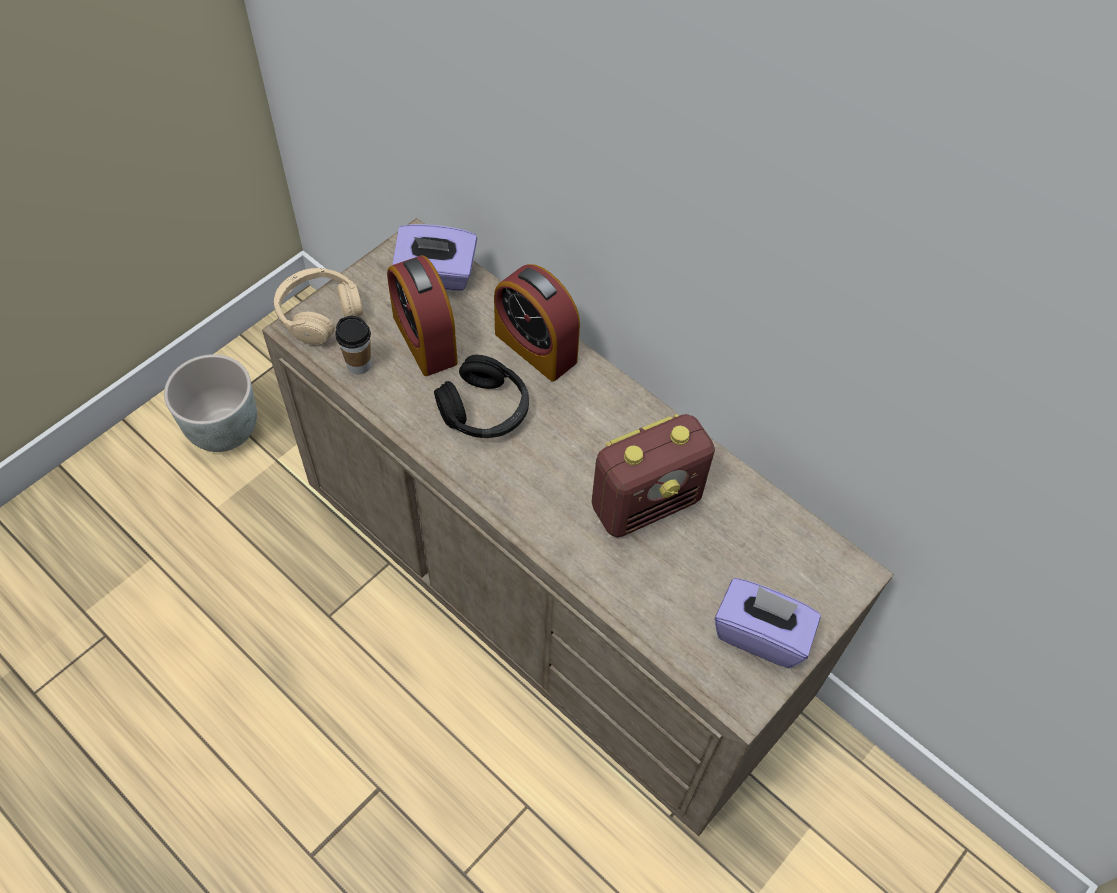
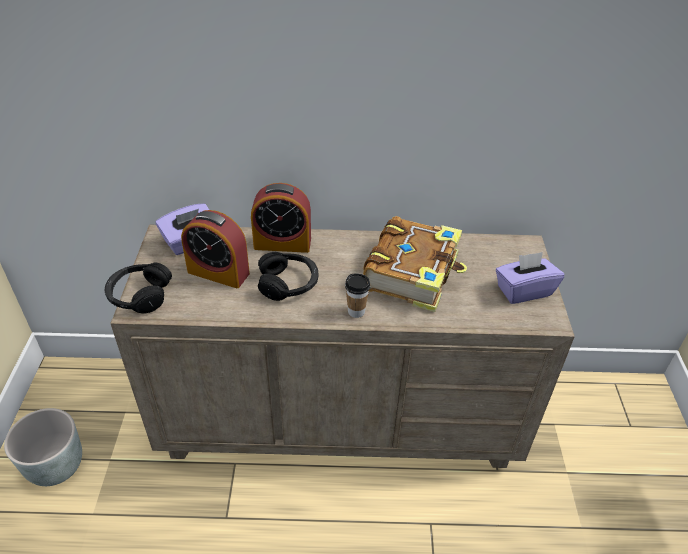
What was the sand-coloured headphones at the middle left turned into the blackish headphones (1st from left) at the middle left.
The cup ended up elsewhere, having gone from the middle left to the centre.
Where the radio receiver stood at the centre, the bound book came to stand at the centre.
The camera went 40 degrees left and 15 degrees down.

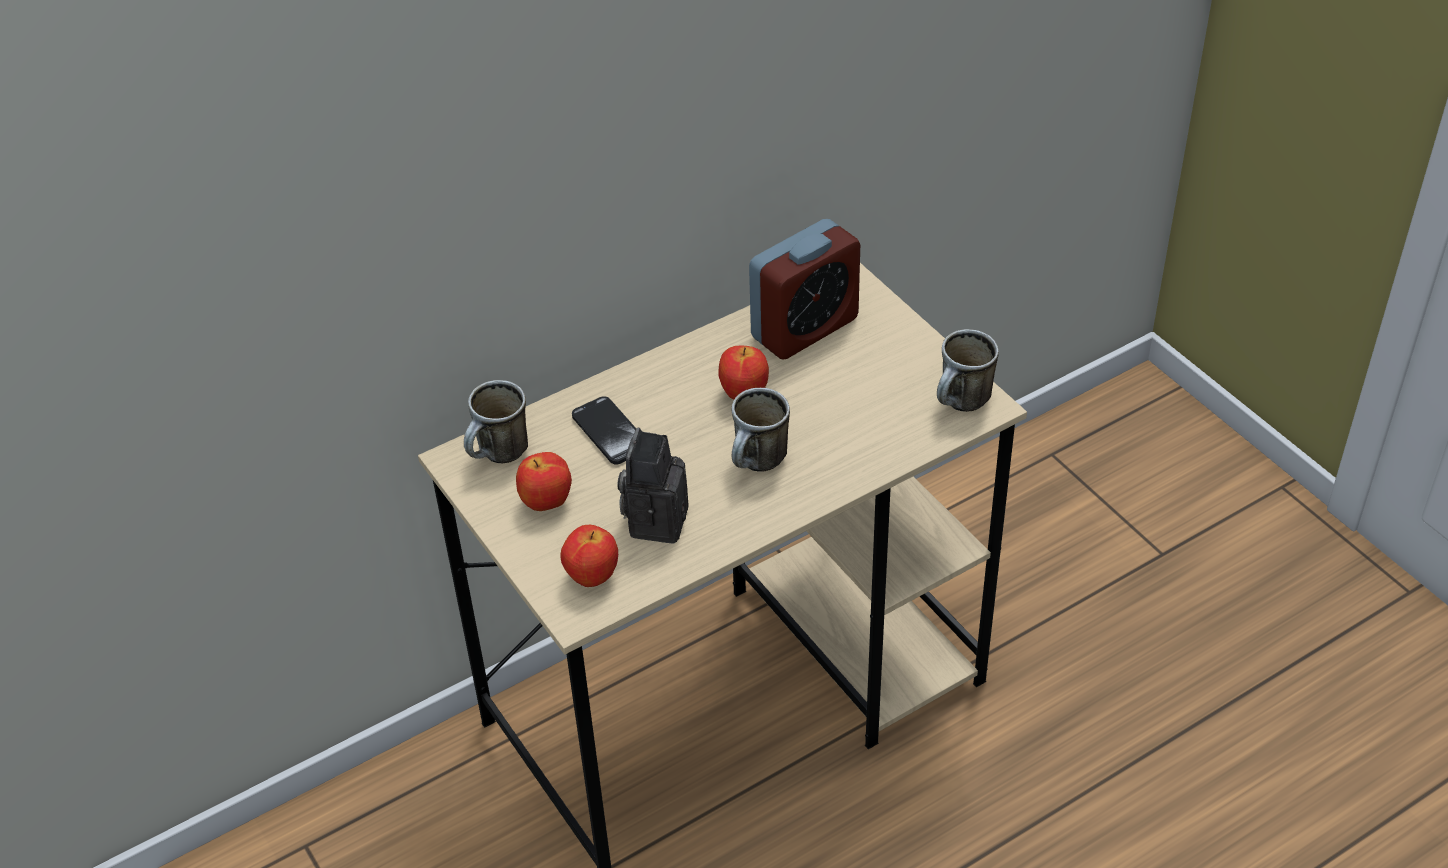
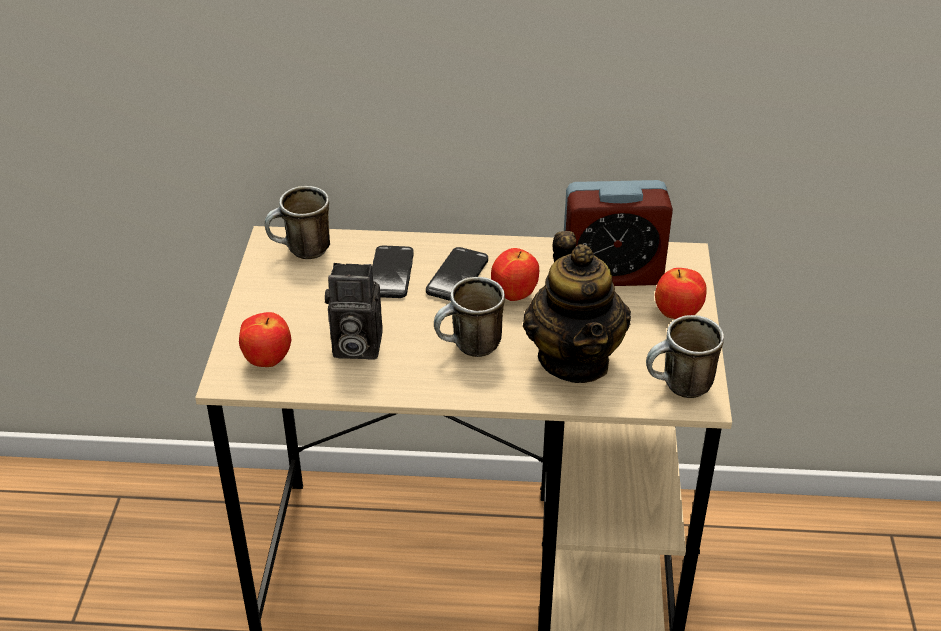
The photo camera at the centre ended up facing another way, 135 degrees counterclockwise from before.
The apple (1st from left in the first image) ended up elsewhere, having gone from the centre to the middle right.
The second view gained the tea pot at the centre.
The second view gained the handset (2nd from left) at the centre.
The camera went 35 degrees right and 5 degrees down.

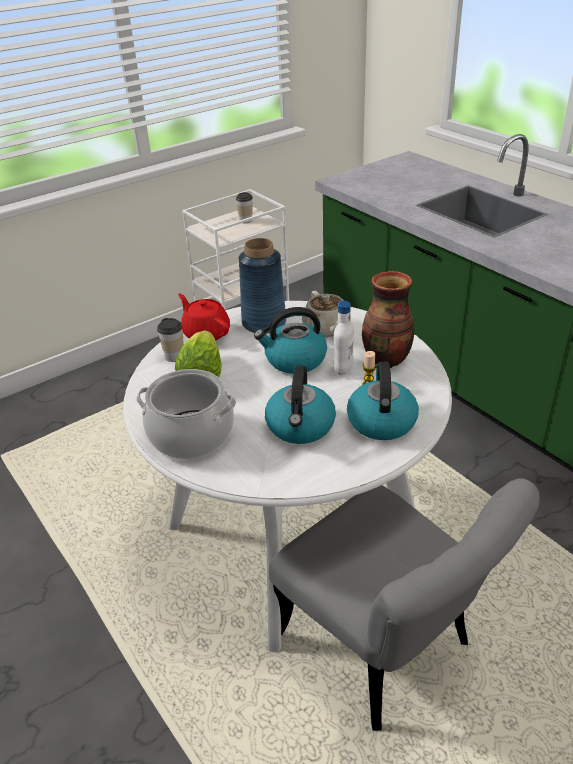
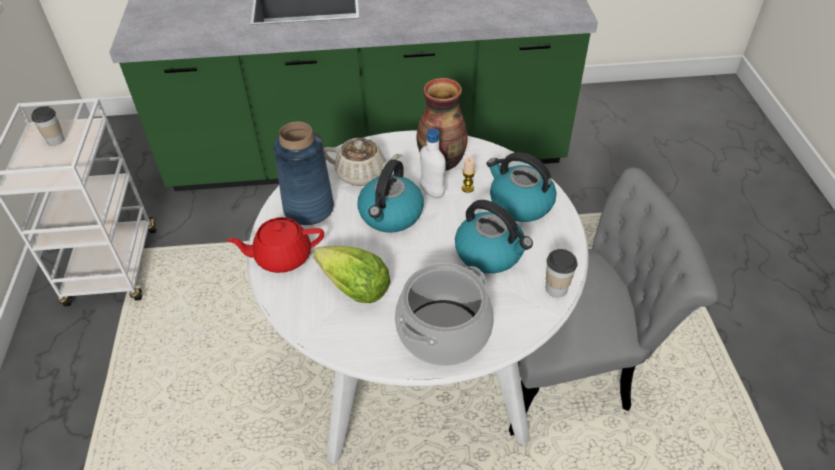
The cup (1st from left in the first image) ended up elsewhere, having gone from the middle left to the middle right.
The camera went 60 degrees left and 10 degrees up.

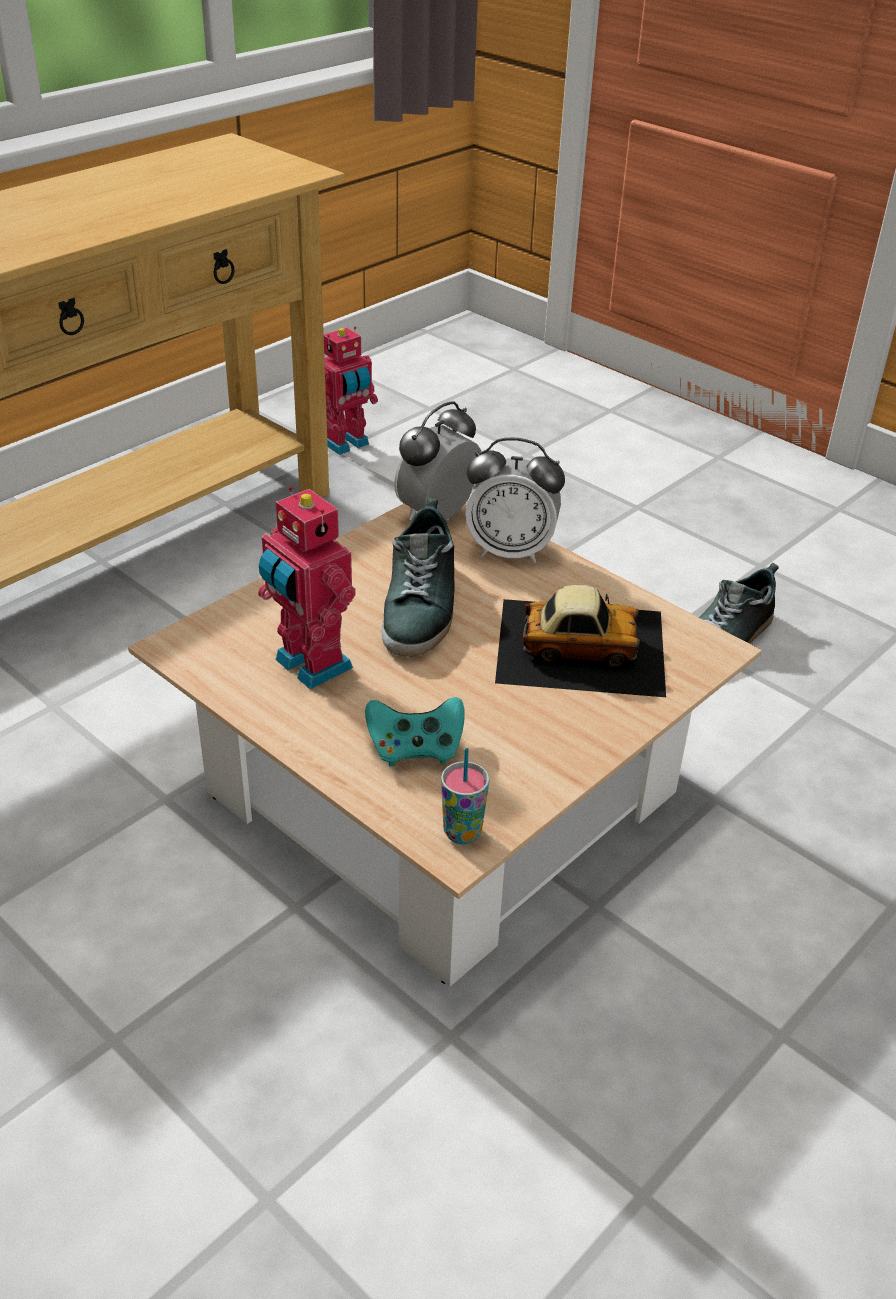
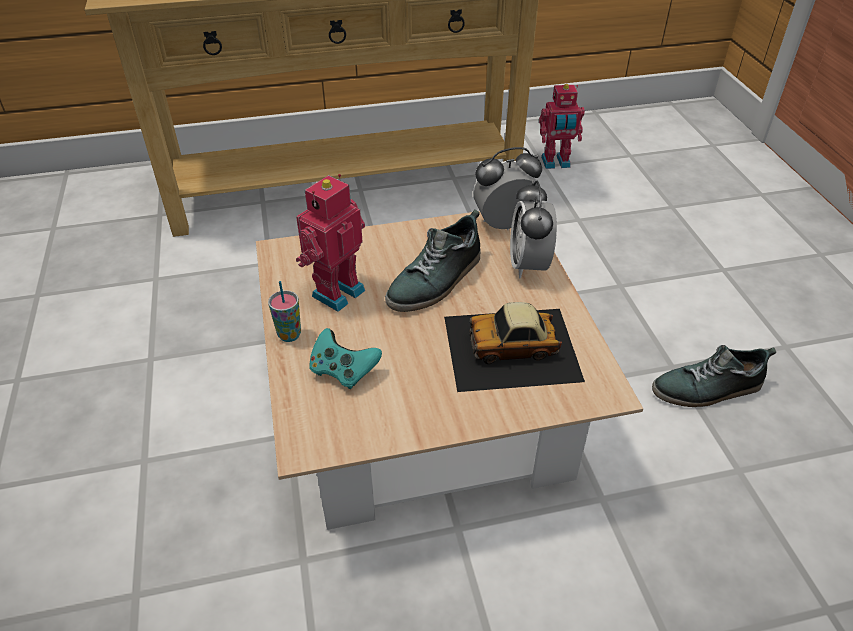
The bedside clock (2nd from left) at the centre ended up facing another way, 45 degrees clockwise from before.
The toy robot (1st from left) at the centre ended up facing another way, 45 degrees clockwise from before.
The miniature car at the centre ended up facing another way, 135 degrees clockwise from before.
The cup ended up elsewhere, having gone from the centre to the middle left.
The camera went 35 degrees right and 5 degrees up.

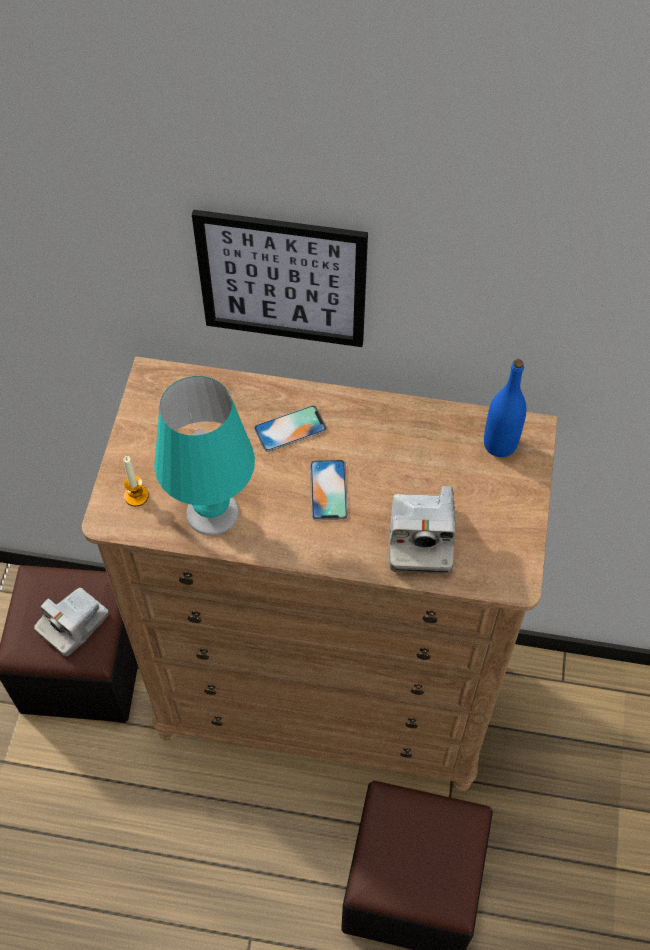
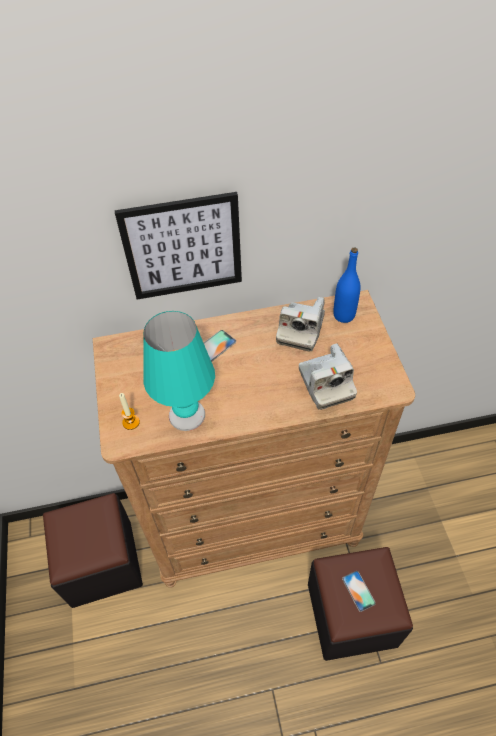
The handset (2nd from left) ended up elsewhere, having gone from the centre to the bottom right.
The photo camera (1st from left) ended up elsewhere, having gone from the middle left to the centre.
The camera went 20 degrees left and 5 degrees down.

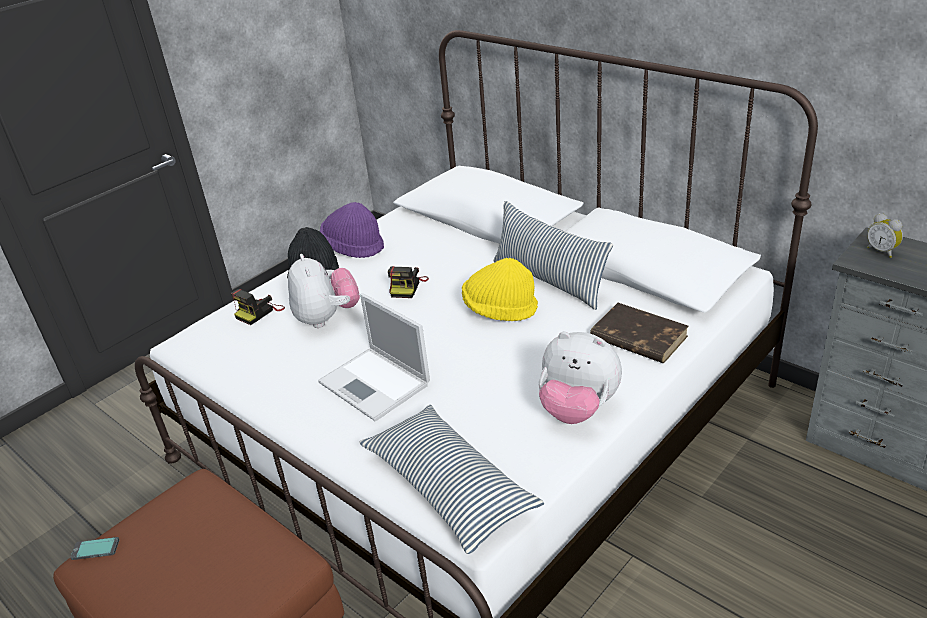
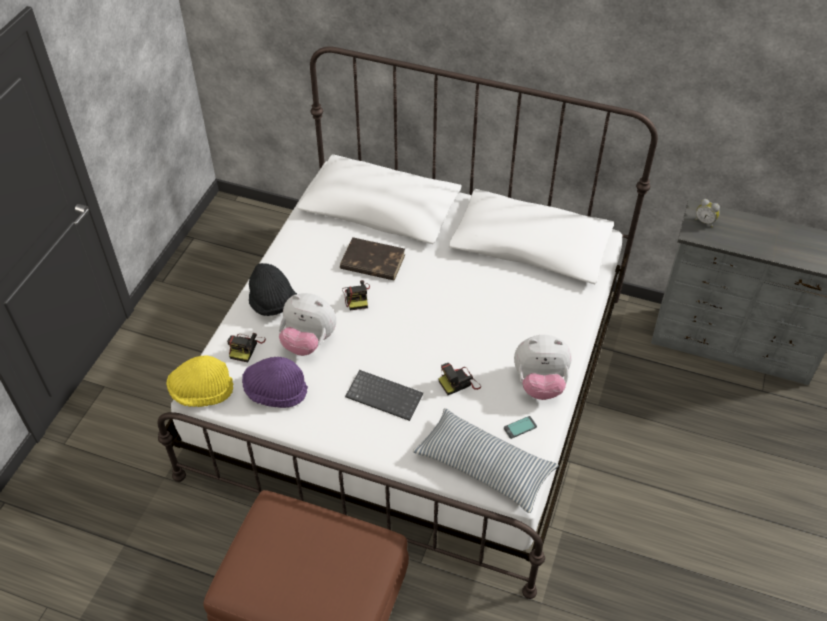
The second view lost the cushion (2nd from left) at the centre.
The purplish clothing hat ended up elsewhere, having gone from the centre to the middle left.
The soft toy (1st from left) at the centre ended up facing another way, 150 degrees clockwise from before.
The yellow clothing hat ended up elsewhere, having gone from the centre to the middle left.
Where the notebook computer stood at the centre, the computer keyboard came to stand at the centre.
The brown-coloured bound book ended up elsewhere, having gone from the middle right to the centre.
The handset ended up elsewhere, having gone from the bottom left to the bottom centre.
The second view gained the photo camera (3rd from left) at the centre.
The camera went 25 degrees left and 15 degrees up.

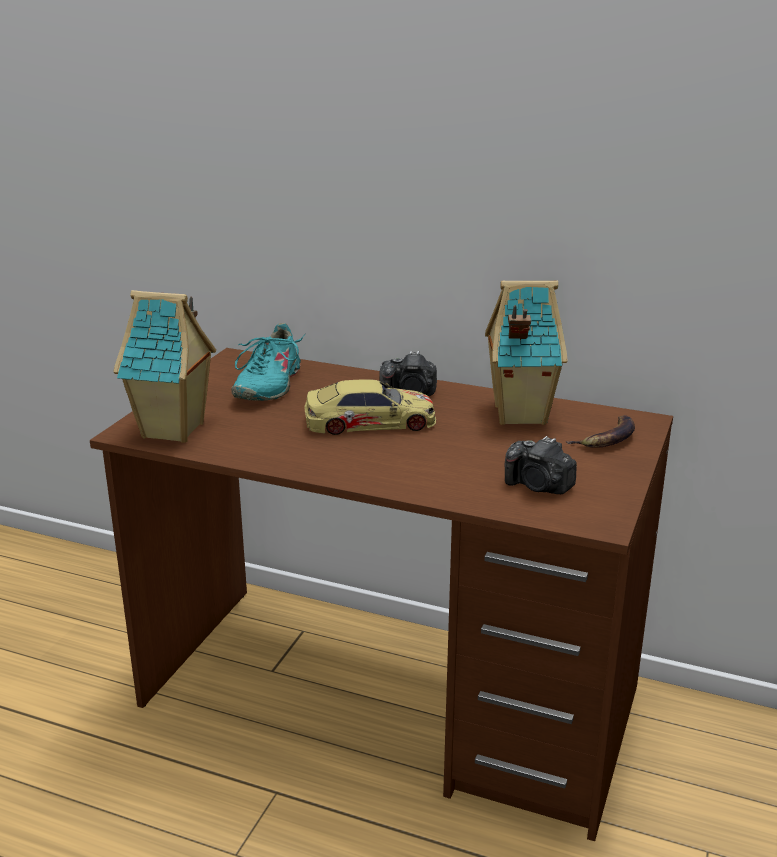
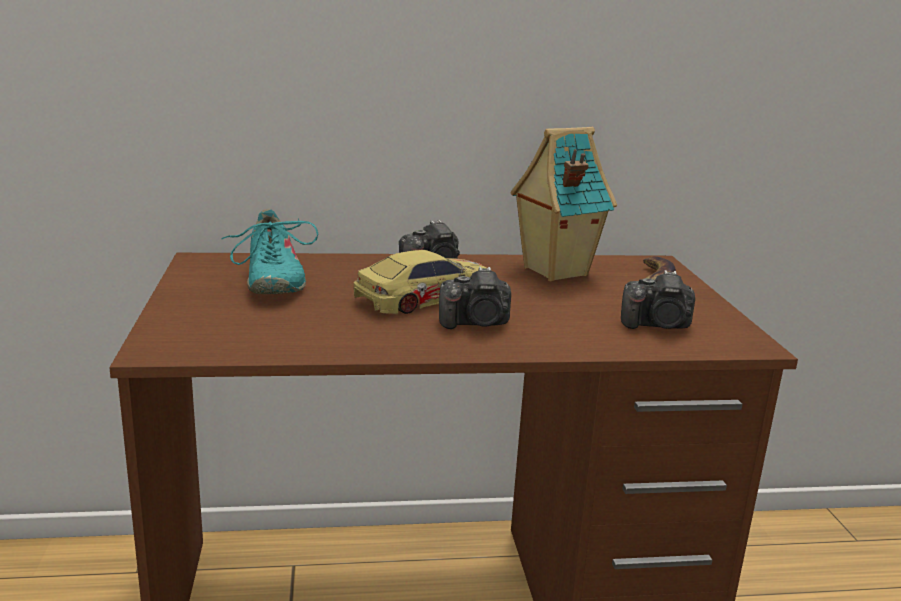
The second view lost the toy house (1st from left) at the middle left.
The second view gained the photo camera (2nd from left) at the centre.
The camera went 30 degrees left and 5 degrees down.

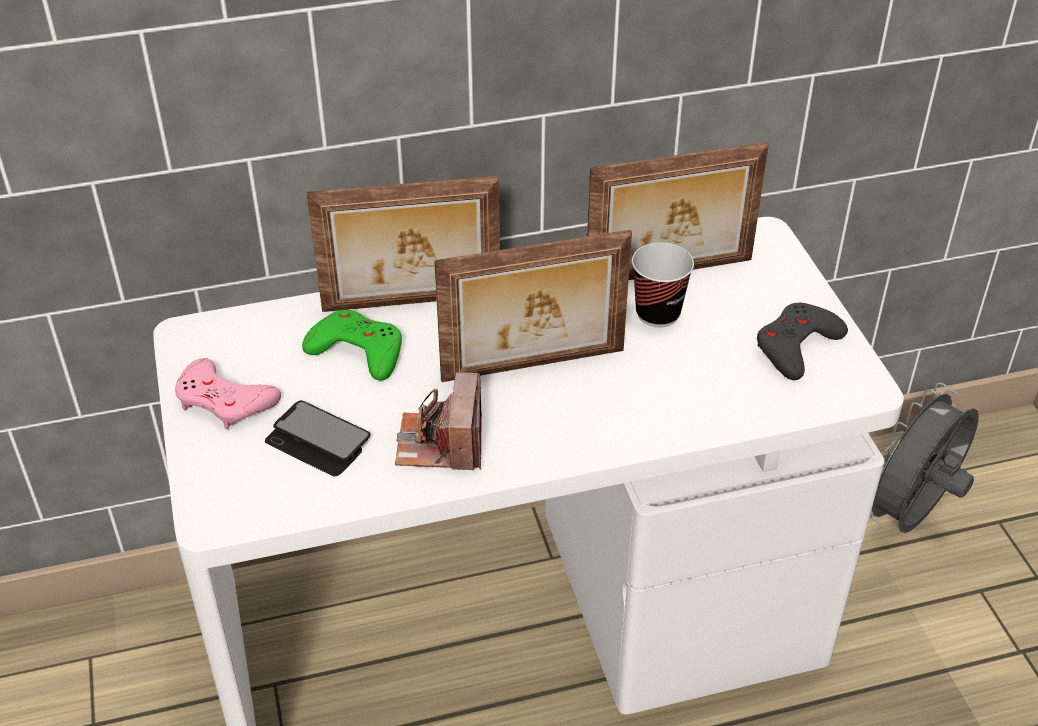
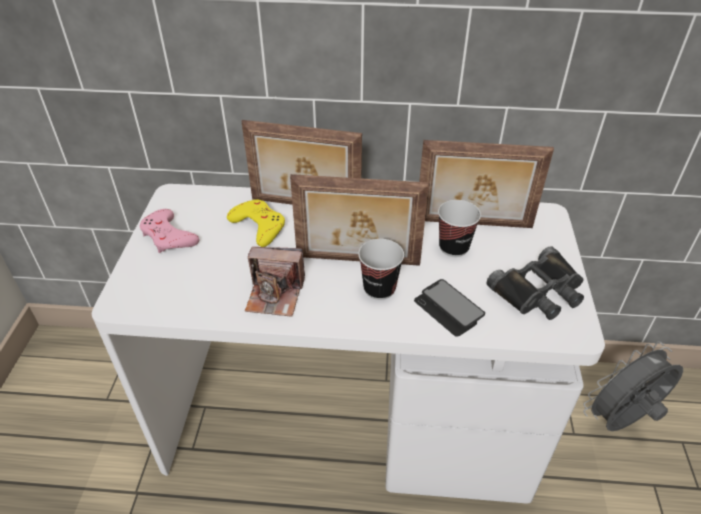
Where the grey gamepad stood at the middle right, the blackish field glasses came to stand at the middle right.
What was the greenish gamepad at the centre turned into the yellow gamepad at the centre.
The photo camera at the centre ended up facing another way, 105 degrees counterclockwise from before.
The handset ended up elsewhere, having gone from the middle left to the centre.
The second view gained the cup (1st from left) at the centre.
The camera went 20 degrees right and 0 degrees up.

